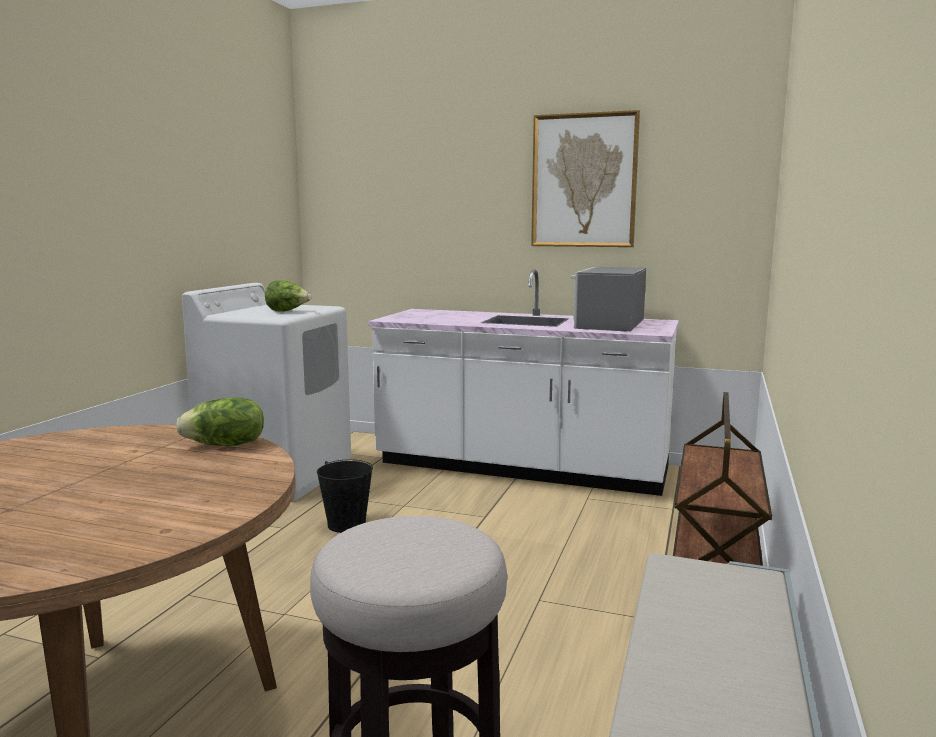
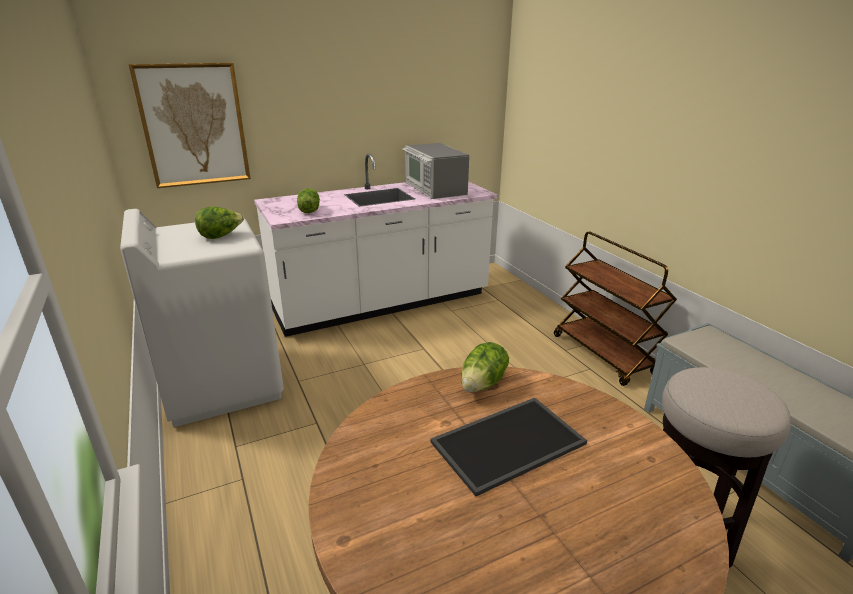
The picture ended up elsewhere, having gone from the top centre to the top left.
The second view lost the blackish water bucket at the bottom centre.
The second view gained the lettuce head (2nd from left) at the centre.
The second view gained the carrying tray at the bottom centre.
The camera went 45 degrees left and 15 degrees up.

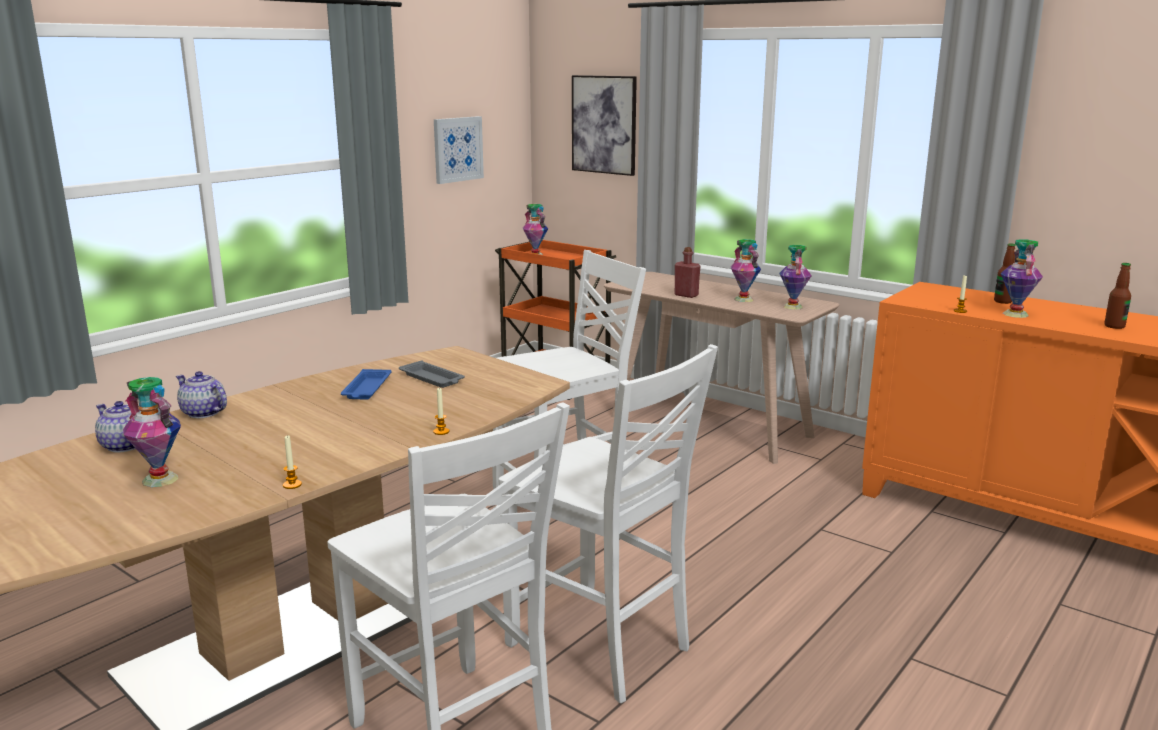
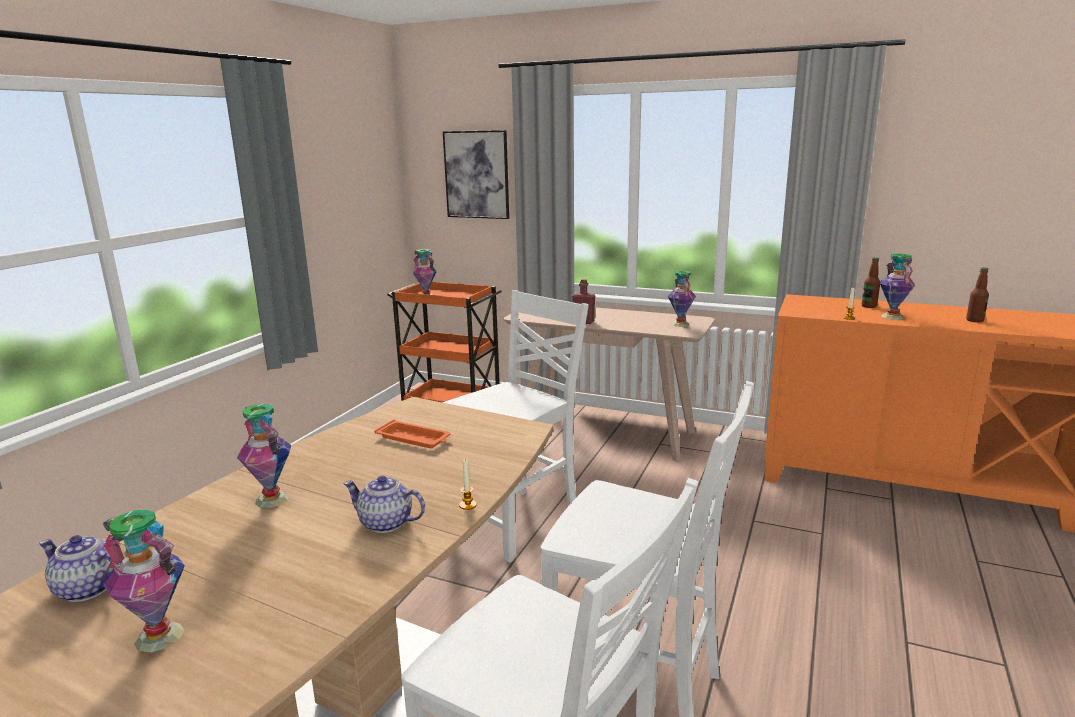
The second view lost the picture (1st from left) at the top centre.
The vase (3rd from left in the first image) ended up elsewhere, having gone from the centre to the middle left.
What was the grey carrying tray at the centre turned into the orange carrying tray at the centre.
The second view lost the blue carrying tray at the middle left.
The tea pot (2nd from left) ended up elsewhere, having gone from the middle left to the bottom centre.
The second view lost the wax light (1st from left) at the middle left.
The camera went 15 degrees left and 0 degrees up.

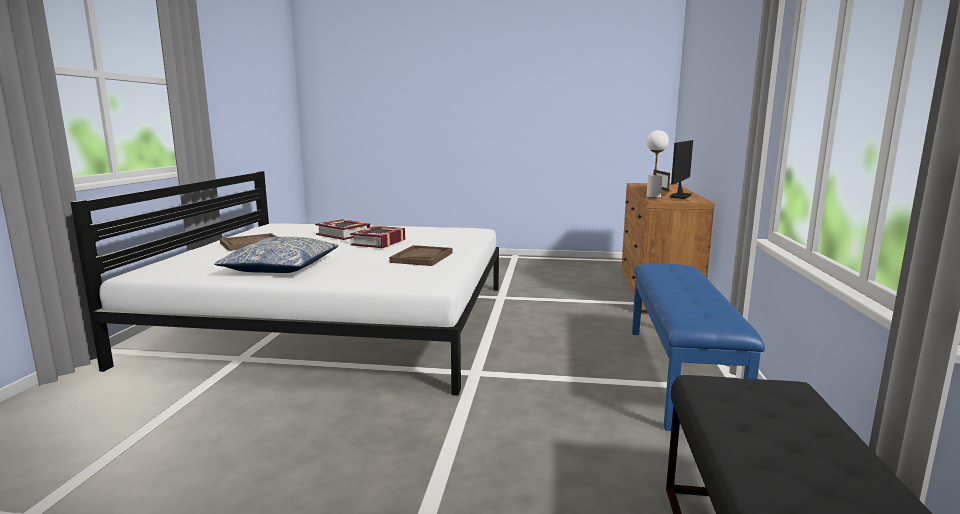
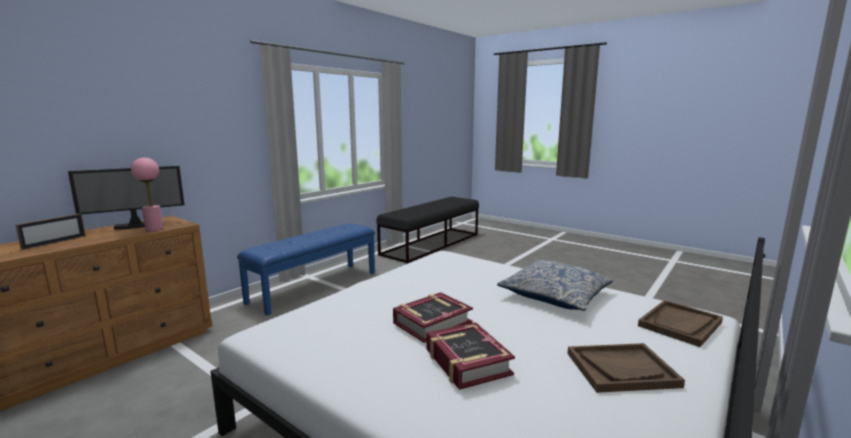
What was the whitish lamp for a table at the top right turned into the pink lamp for a table at the middle left.
The brown-coloured carrying tray (2nd from left) ended up elsewhere, having gone from the centre to the bottom right.
The camera went 150 degrees left and 0 degrees up.

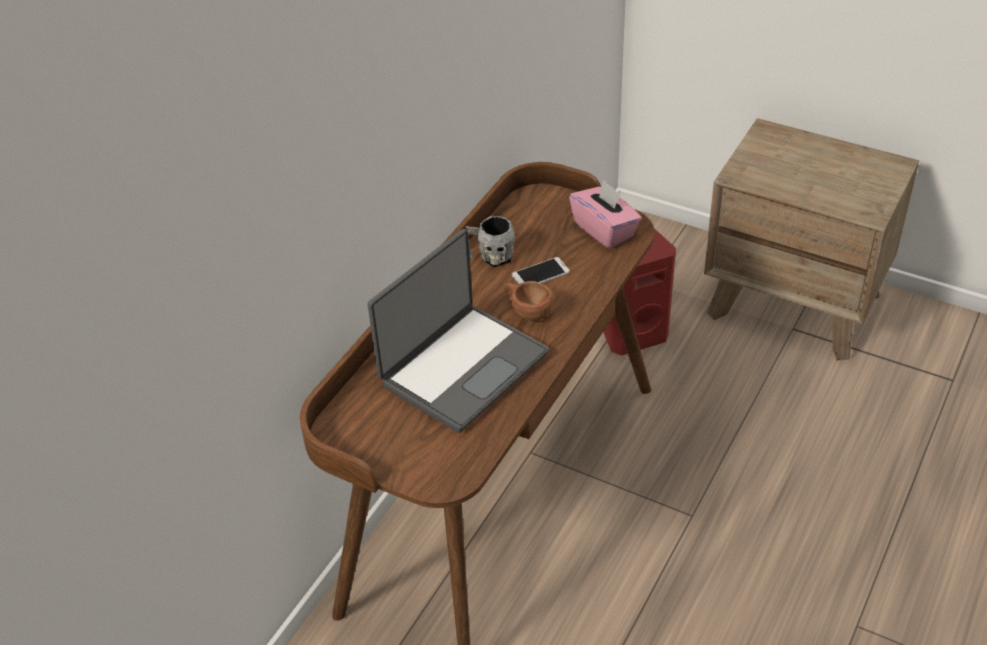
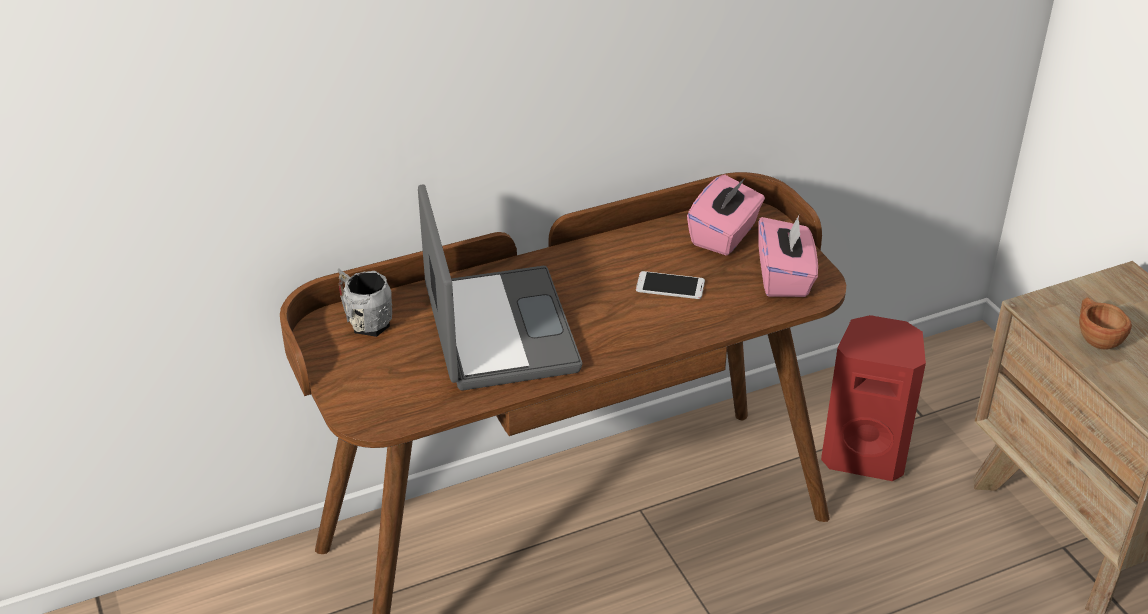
The grey mug ended up elsewhere, having gone from the centre to the middle left.
The notebook computer at the centre ended up facing another way, 90 degrees counterclockwise from before.
The brown-coloured cup ended up elsewhere, having gone from the centre to the middle right.
The second view gained the pink tissue holder (1st from left) at the centre.
The camera went 35 degrees right and 5 degrees down.

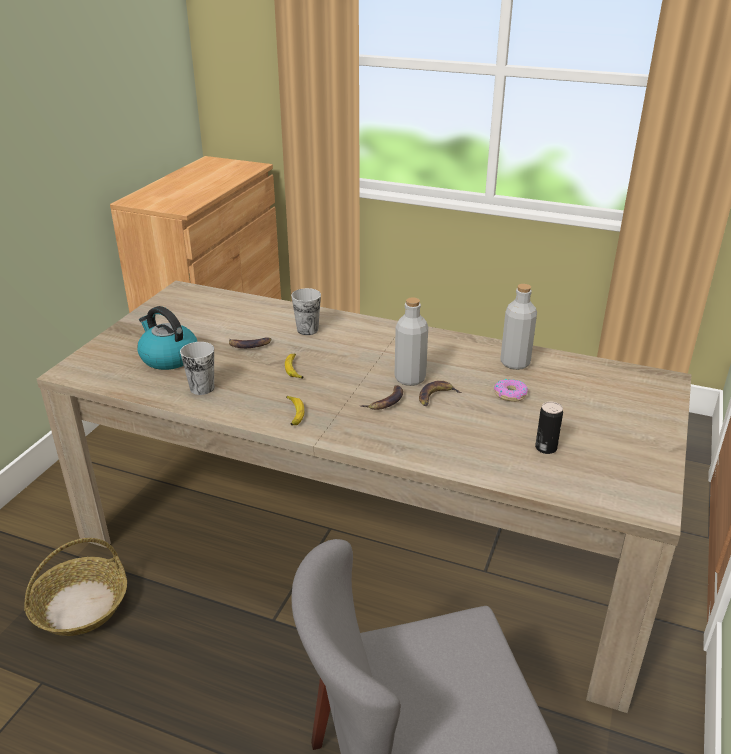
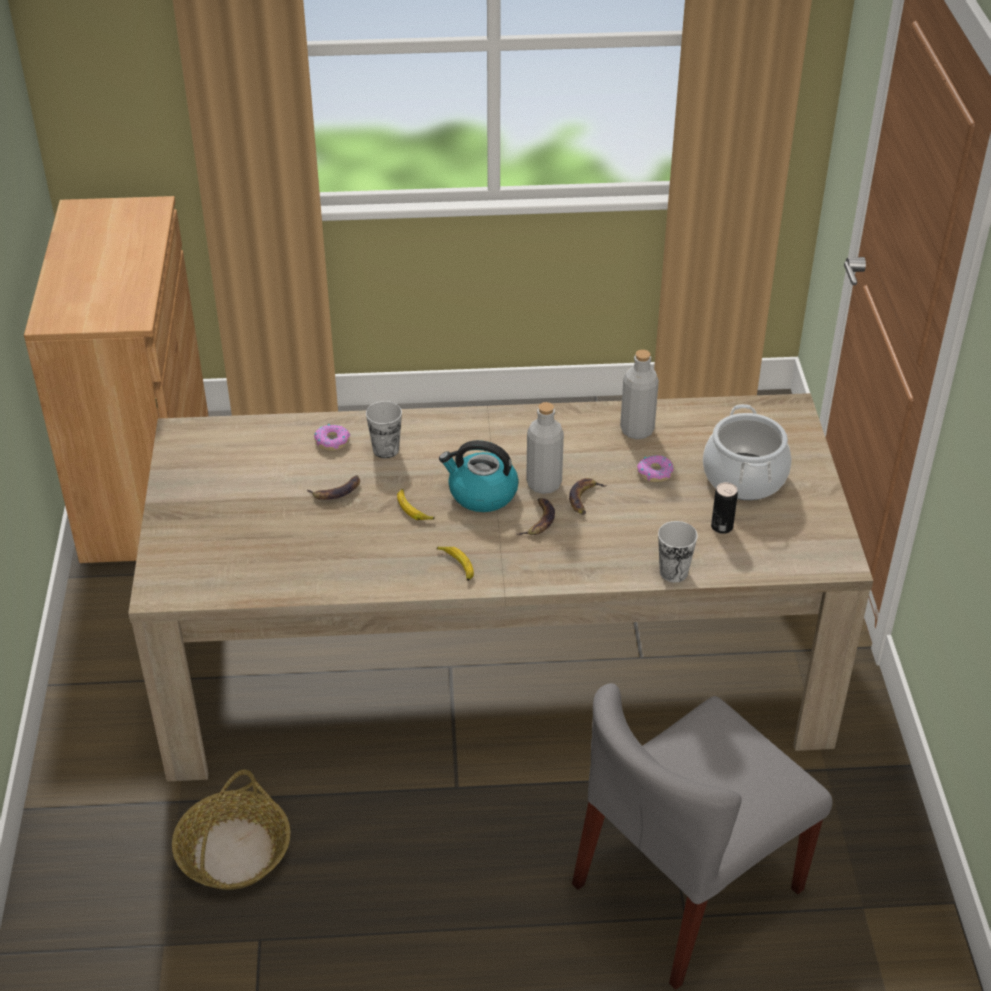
The tea kettle ended up elsewhere, having gone from the middle left to the centre.
The cup (1st from left in the first image) ended up elsewhere, having gone from the middle left to the middle right.
The second view gained the stockpot at the middle right.
The second view gained the donut (1st from left) at the centre.
The camera went 25 degrees left and 10 degrees up.

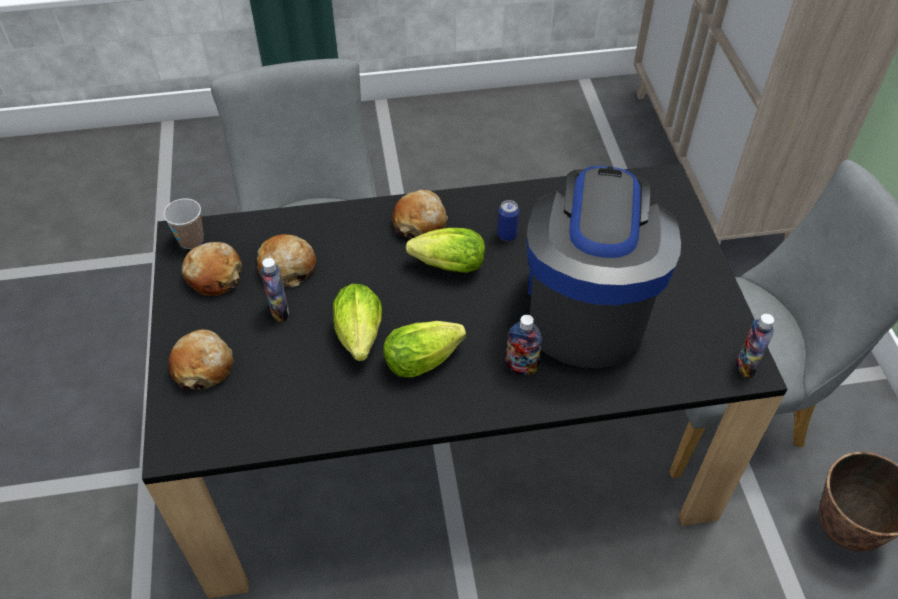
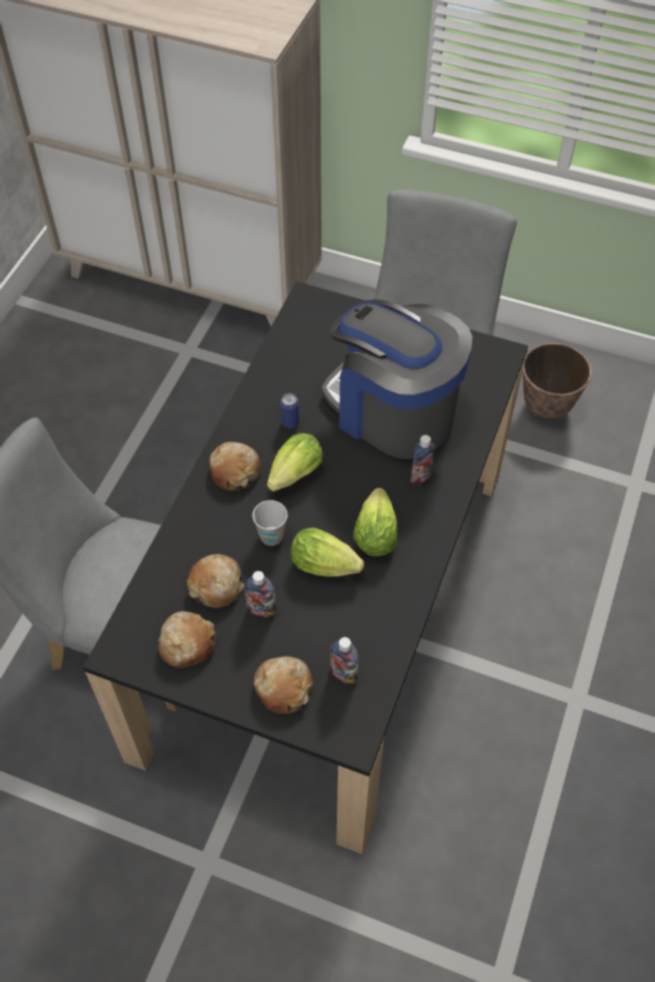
The cup ended up elsewhere, having gone from the middle left to the centre.
The drink bottle (3rd from left in the first image) ended up elsewhere, having gone from the middle right to the bottom centre.
The camera went 60 degrees left and 5 degrees up.

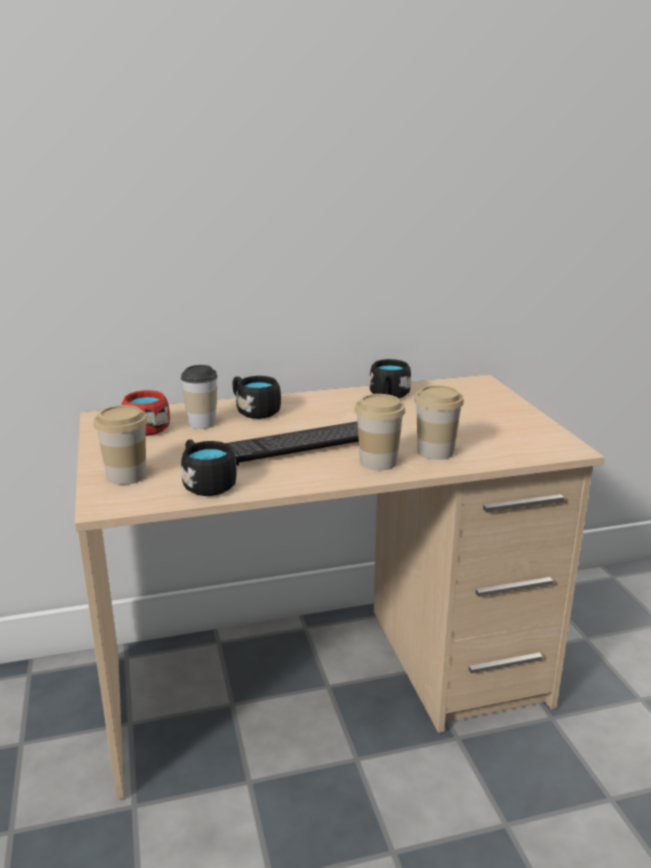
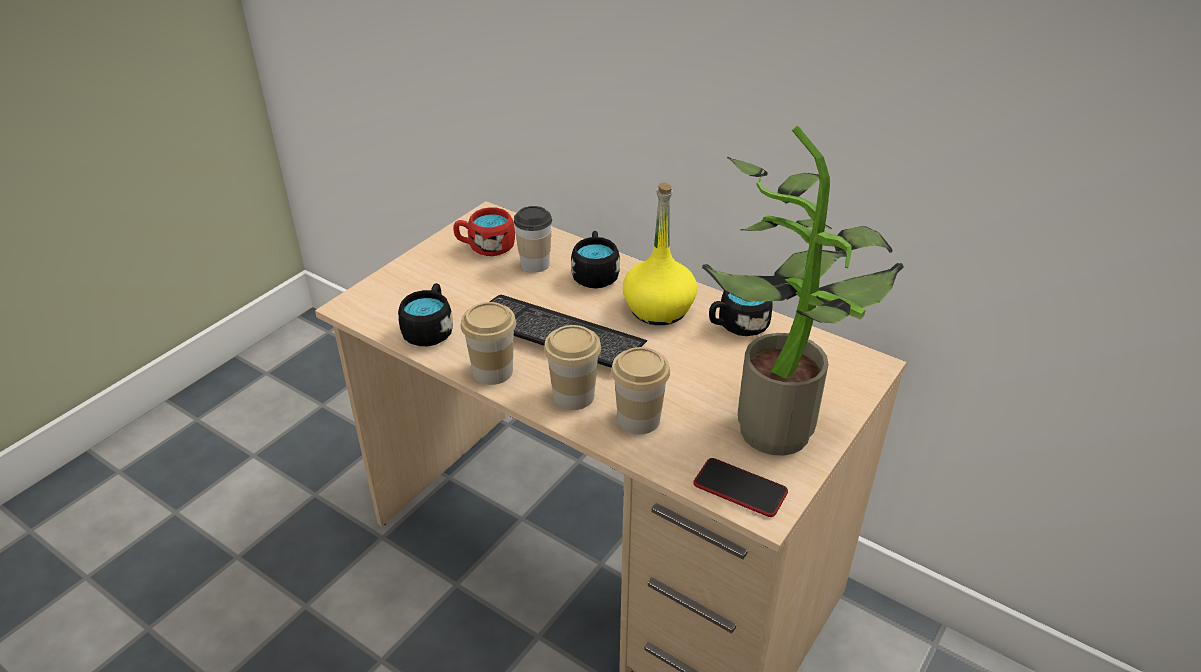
The cup (1st from left) ended up elsewhere, having gone from the middle left to the centre.
The second view gained the plant in a pot at the middle right.
The second view gained the yellow drink bottle at the centre.
The second view gained the handset at the bottom centre.
The camera went 50 degrees right and 15 degrees up.

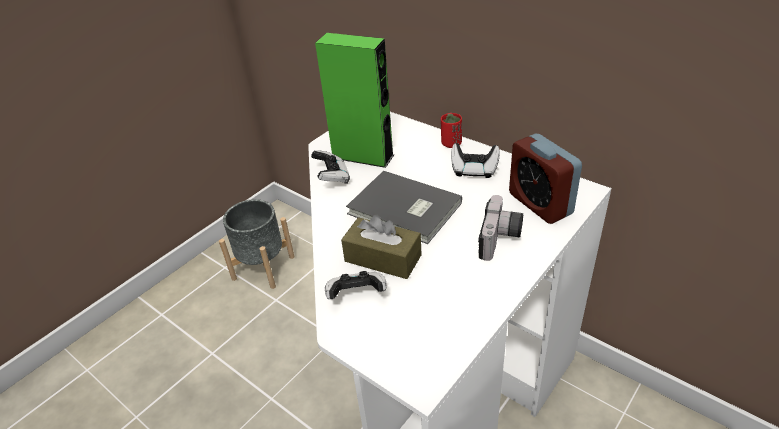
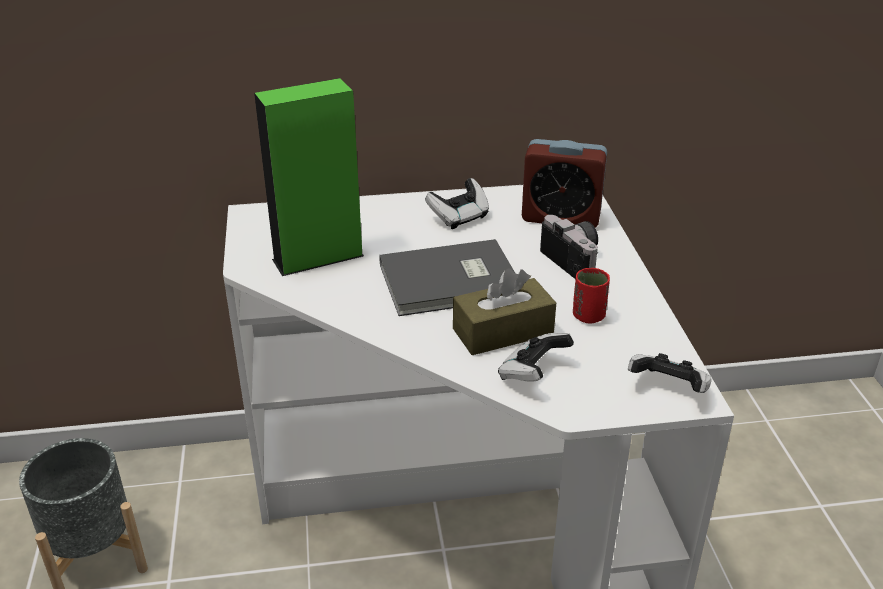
The reddish cup ended up elsewhere, having gone from the top centre to the middle right.
The gamepad (1st from left in the first image) ended up elsewhere, having gone from the centre to the middle right.
The camera went 50 degrees left and 5 degrees down.

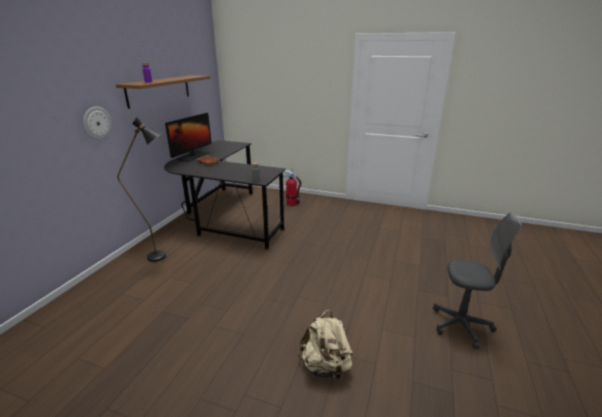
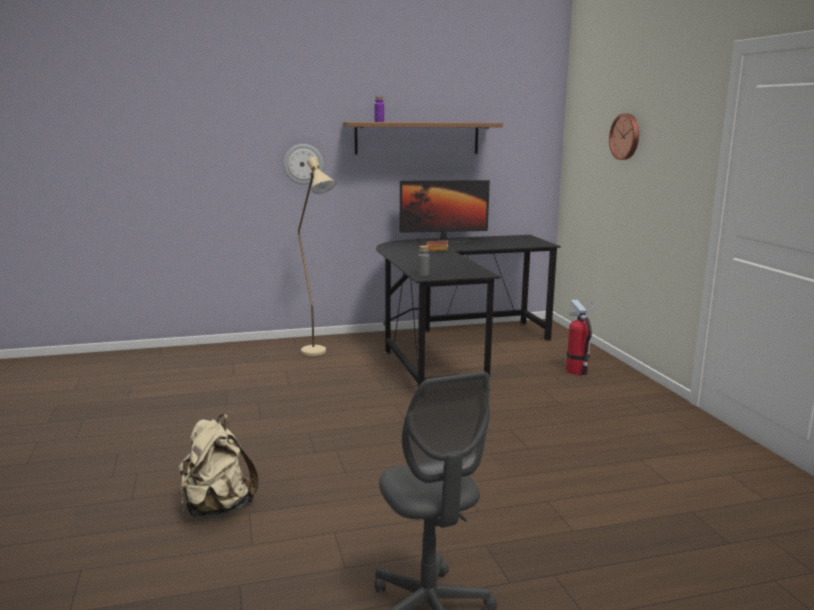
What was the blackish floor lamp at the middle left turned into the sand-coloured floor lamp at the centre.
The second view gained the clock on the wall (2nd from left) at the top right.
The camera went 55 degrees right and 10 degrees down.

